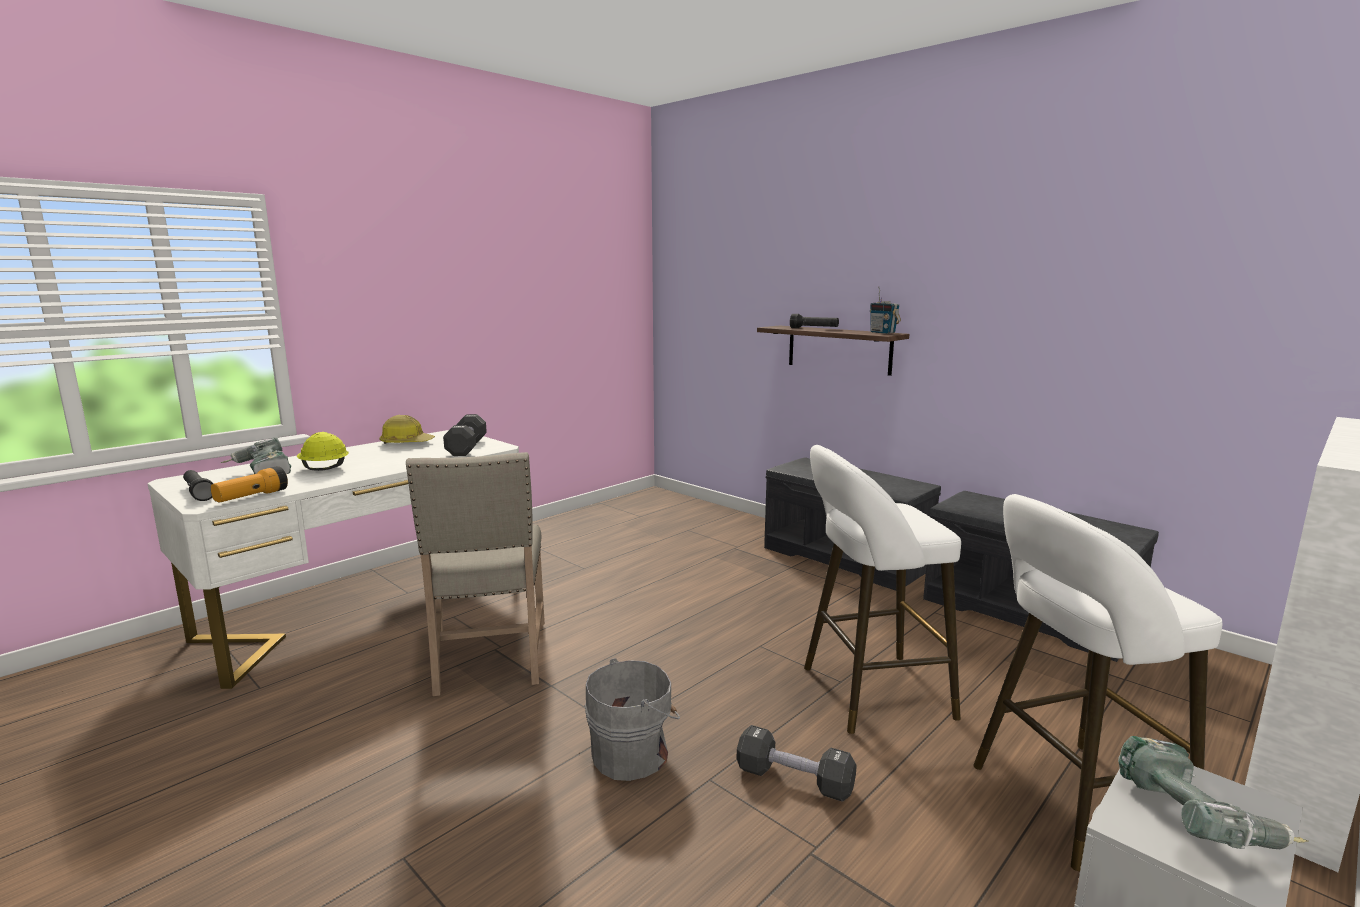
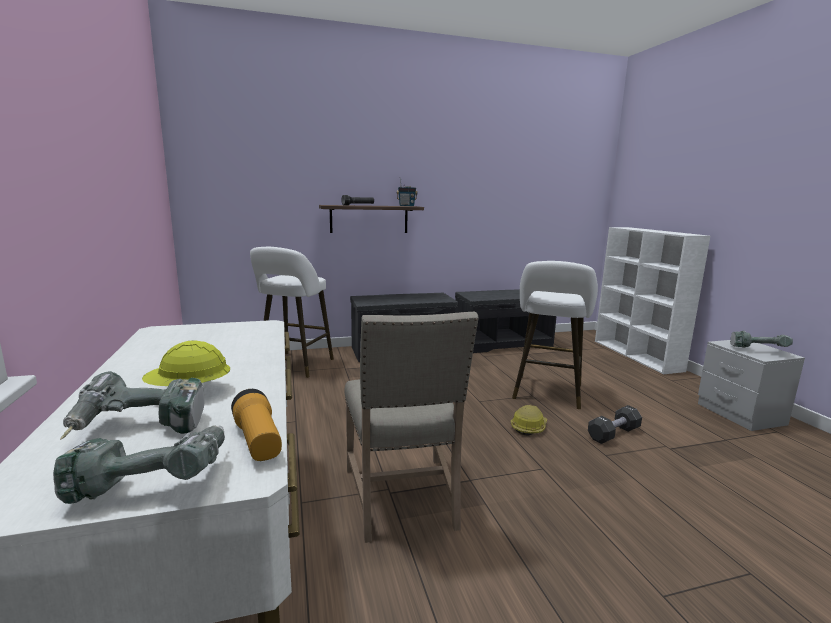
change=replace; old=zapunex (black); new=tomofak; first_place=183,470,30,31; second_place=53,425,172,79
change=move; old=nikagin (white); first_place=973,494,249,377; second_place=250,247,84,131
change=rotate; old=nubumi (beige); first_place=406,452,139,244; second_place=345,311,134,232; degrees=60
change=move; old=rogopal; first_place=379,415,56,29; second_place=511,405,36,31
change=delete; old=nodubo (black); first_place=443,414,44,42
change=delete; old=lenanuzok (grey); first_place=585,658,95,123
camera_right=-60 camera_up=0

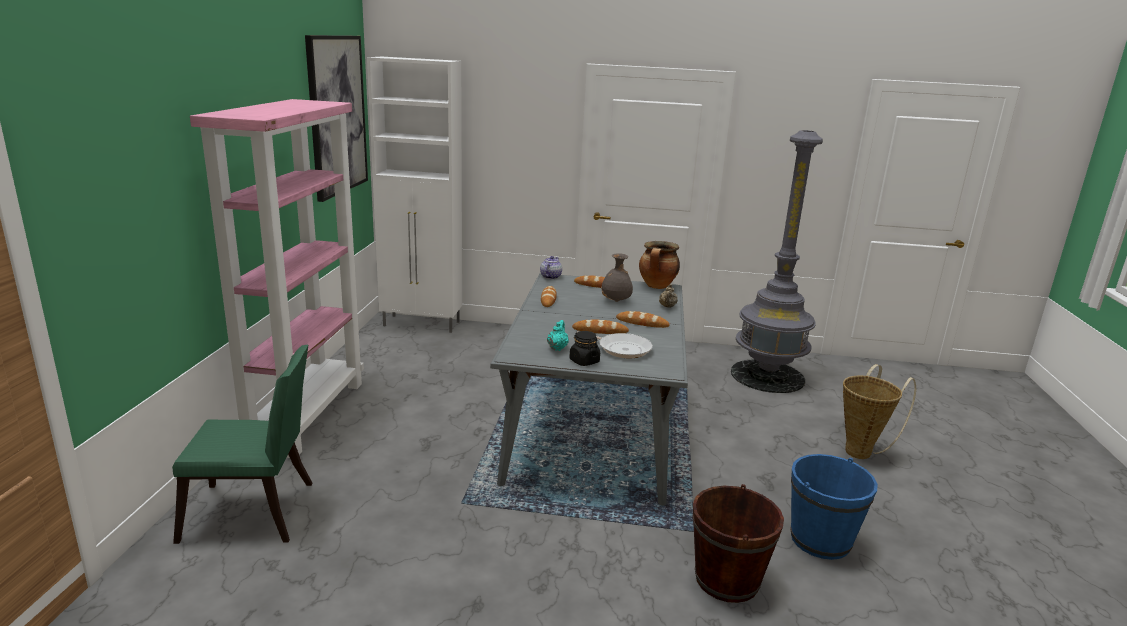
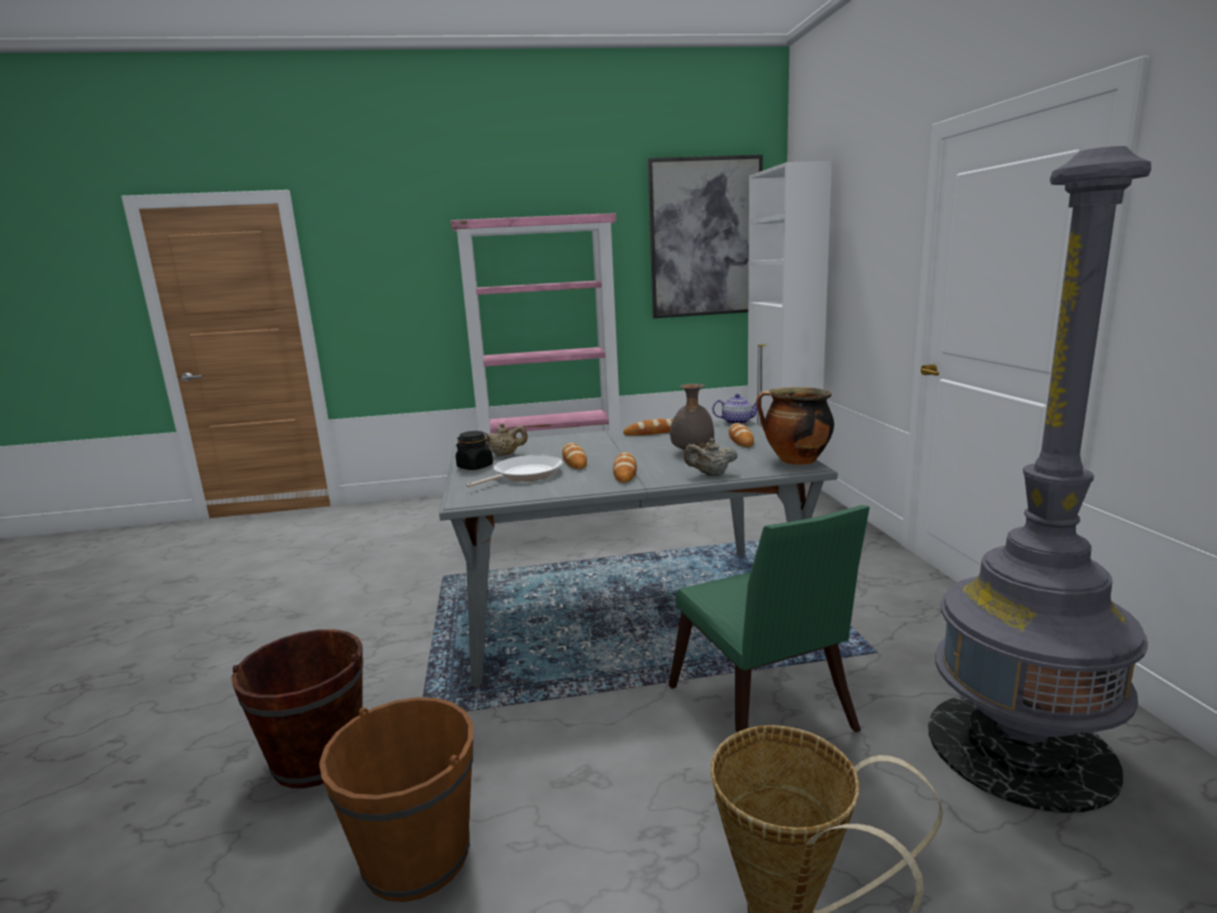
change=recolor; old=lenanuzok (blue); new=lenanuzok (brown); first_place=790,454,88,106; second_place=319,697,154,205
change=rotate; old=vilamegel; first_place=577,331,76,27; second_place=466,455,96,32; degrees=-150
change=recolor; old=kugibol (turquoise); new=kugibol (beige); first_place=547,320,22,31; second_place=485,423,43,33
change=move; old=nubumi (green); first_place=172,345,141,199; second_place=669,505,201,227
camera_right=75 camera_up=-5

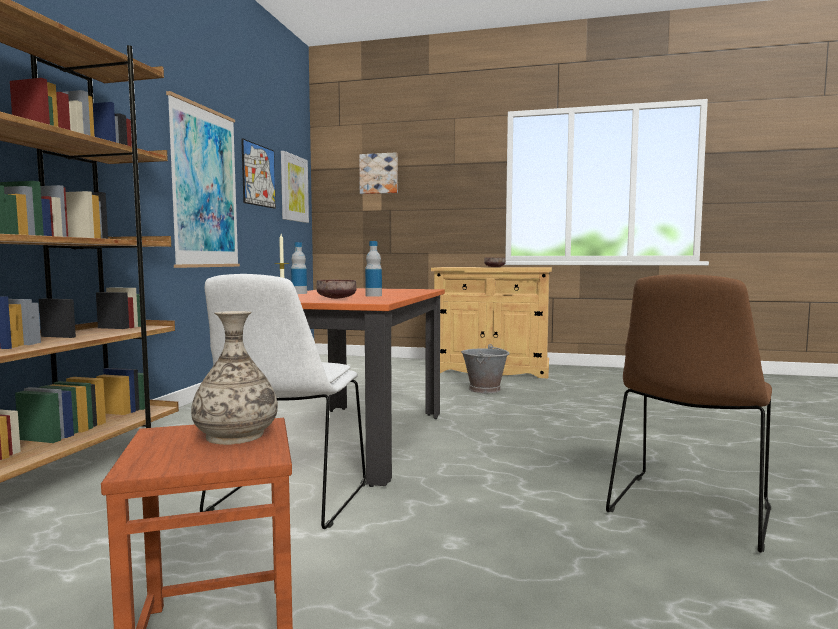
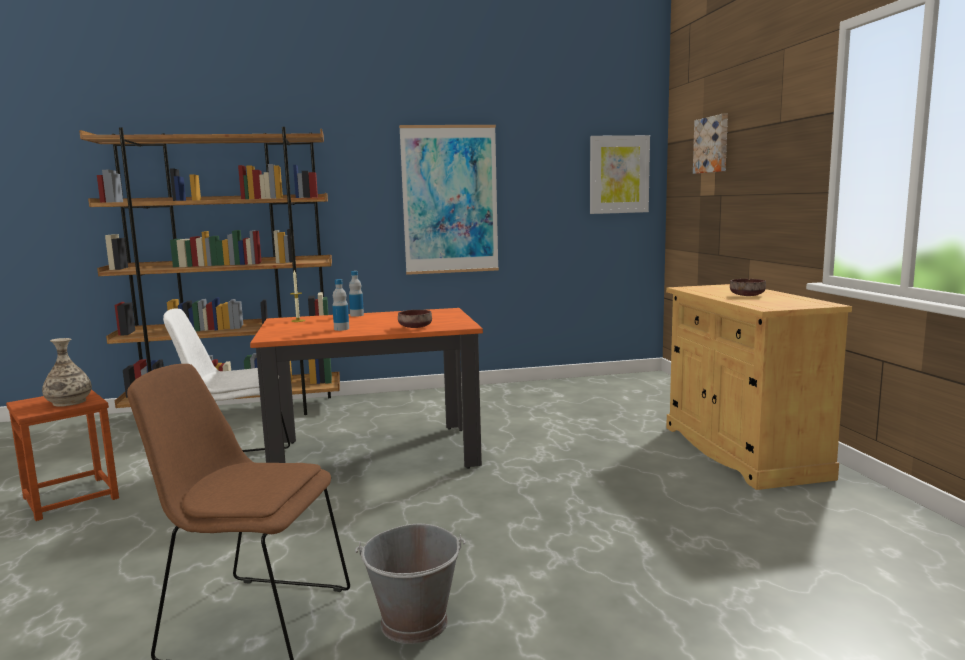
change=move; old=lenanuzok (grey); first_place=461,344,49,49; second_place=355,524,111,120
change=move; old=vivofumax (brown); first_place=316,280,40,19; second_place=398,310,34,18
change=delete; old=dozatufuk; first_place=241,139,35,70
camera_right=65 camera_up=5

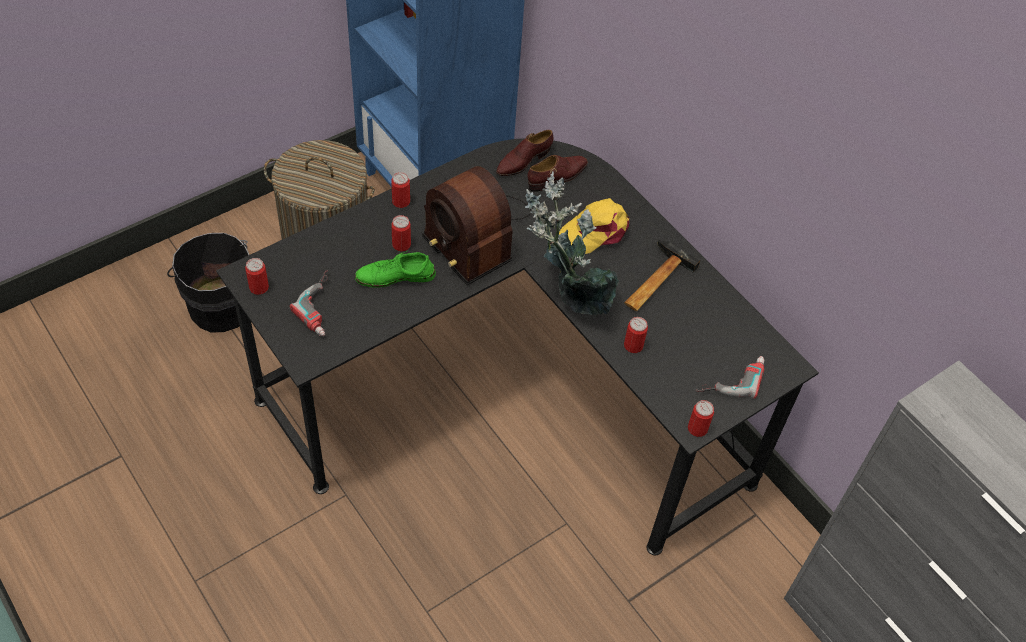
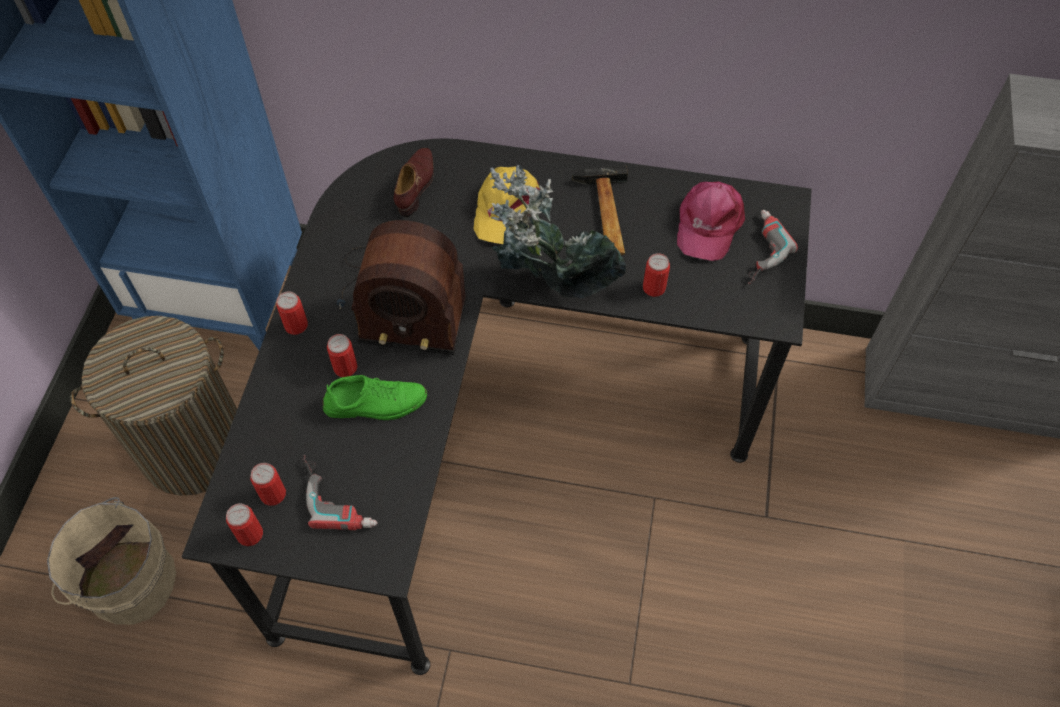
change=recolor; old=lenanuzok (black); new=lenanuzok (beige); first_place=167,233,82,100; second_place=47,497,129,128
change=move; old=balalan; first_place=688,400,26,37; second_place=250,463,36,43
change=rotate; old=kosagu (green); first_place=355,251,81,37; second_place=322,375,105,45; degrees=-135
change=insert; new=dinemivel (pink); second_place=677,182,68,79
change=delete; old=kosagu (brown); first_place=496,130,57,46
camera_right=-40 camera_up=5

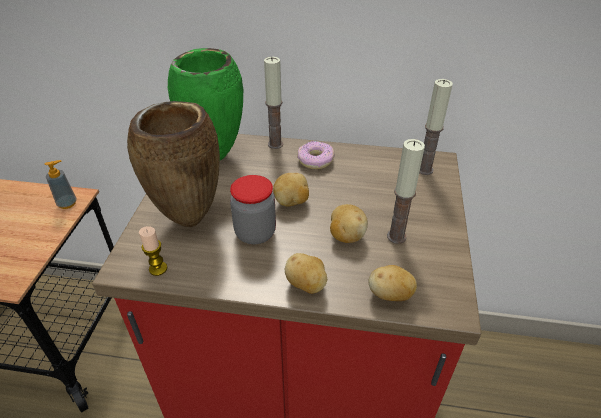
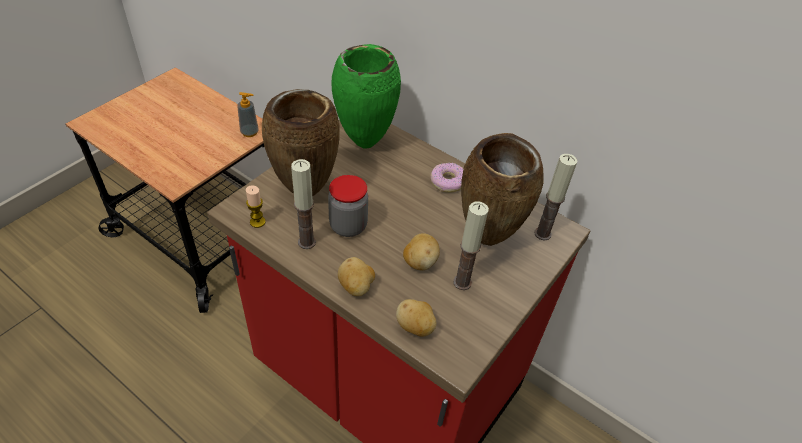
change=move; old=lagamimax; first_place=264,57,19,92; second_place=291,159,25,90
change=insert; new=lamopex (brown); second_place=461,133,83,113
change=delete; old=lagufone; first_place=273,173,36,34
camera_right=25 camera_up=5

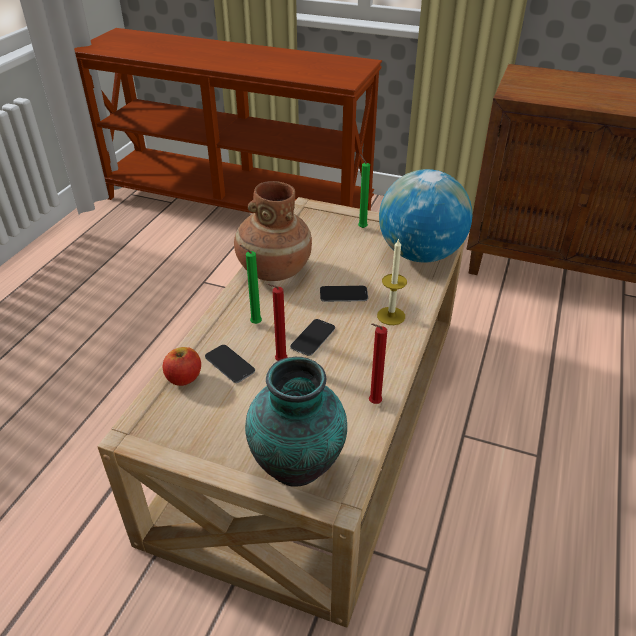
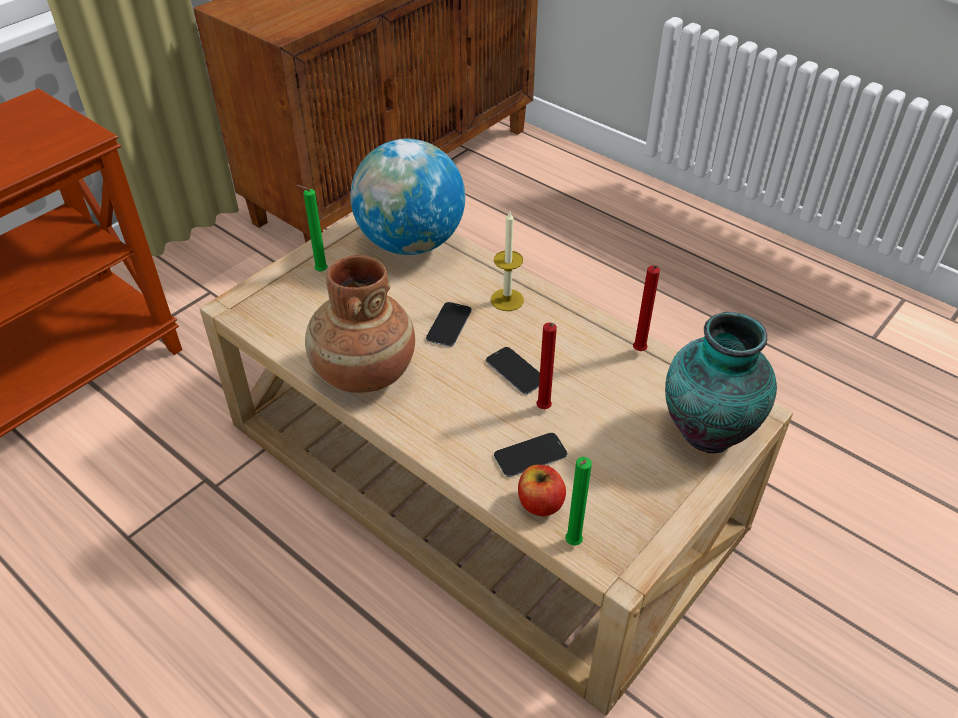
change=move; old=lagamimax (green); first_place=239,245,23,79; second_place=565,457,27,89
camera_right=-70 camera_up=5

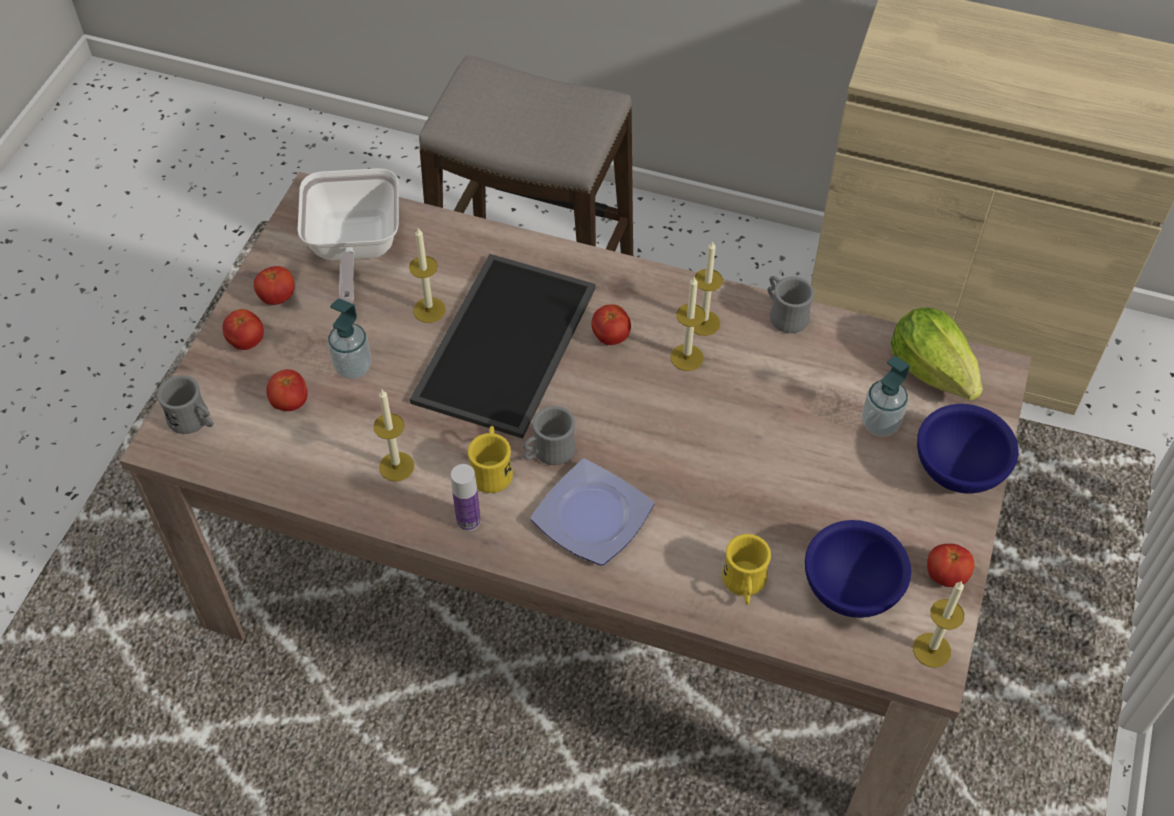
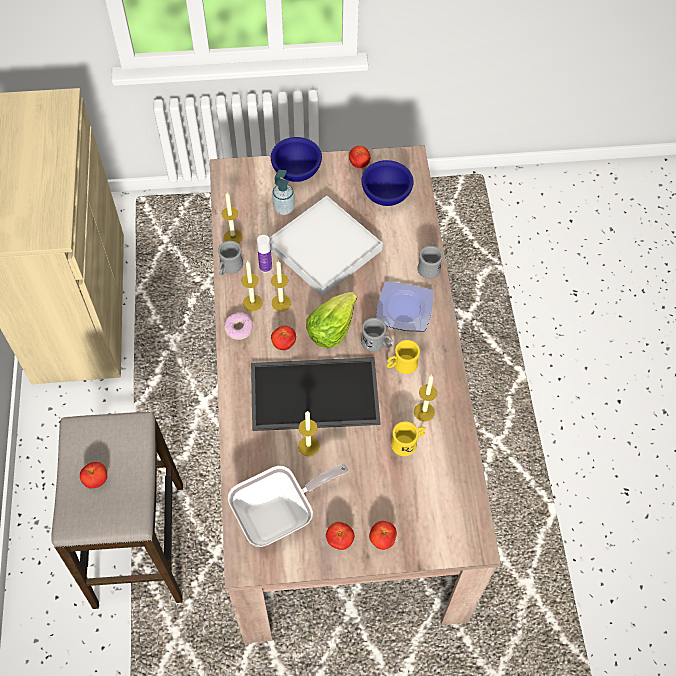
change=move; old=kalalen; first_place=266,369,42,42; second_place=80,462,27,26
change=move; old=lagamimax; first_place=913,581,51,87; second_place=222,193,21,50
change=insert; new=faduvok; second_place=224,313,29,27
change=move; old=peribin; first_place=451,464,30,67; second_place=257,235,15,38
change=insert; new=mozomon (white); second_place=270,196,113,101
change=move; old=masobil; first_place=891,308,92,93; second_place=306,292,51,57
change=move; old=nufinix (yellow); first_place=722,534,49,70; second_place=391,422,35,34
change=move; old=nufinix (grey); first_place=157,375,57,59; second_place=417,242,26,37
change=delete; old=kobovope; first_place=328,299,44,80
camera_right=-115 camera_up=5

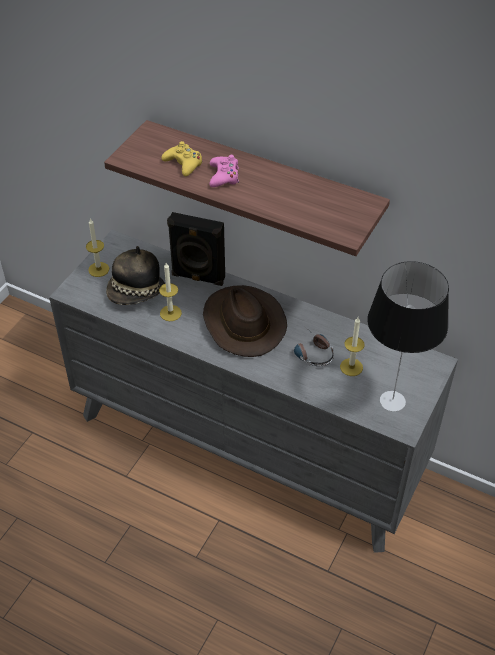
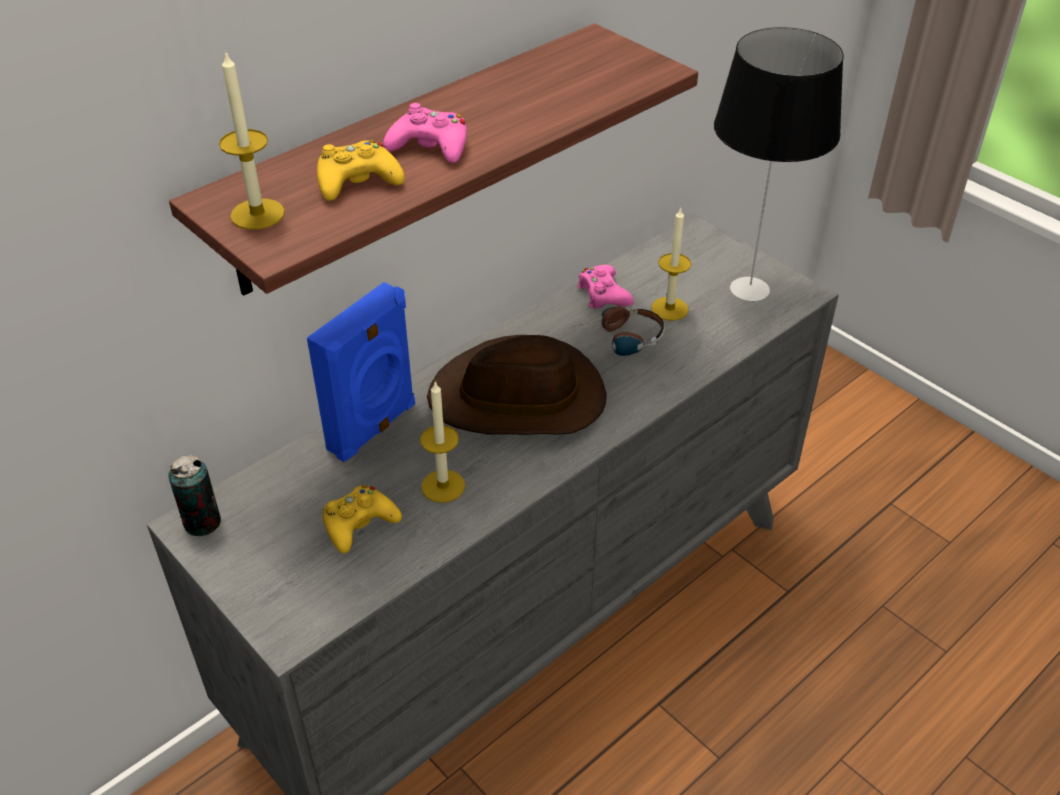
change=insert; new=balalan; second_place=168,455,53,81
change=move; old=lagamimax; first_place=86,219,23,58; second_place=219,50,66,180
change=recolor; old=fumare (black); new=fumare (blue); first_place=167,212,58,74; second_place=307,282,108,180
change=replace; old=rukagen; new=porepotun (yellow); first_place=106,246,59,59; second_place=323,485,79,69
change=insert; new=porepotun (pink); second_place=577,265,57,44
camera_right=-70 camera_up=-5

